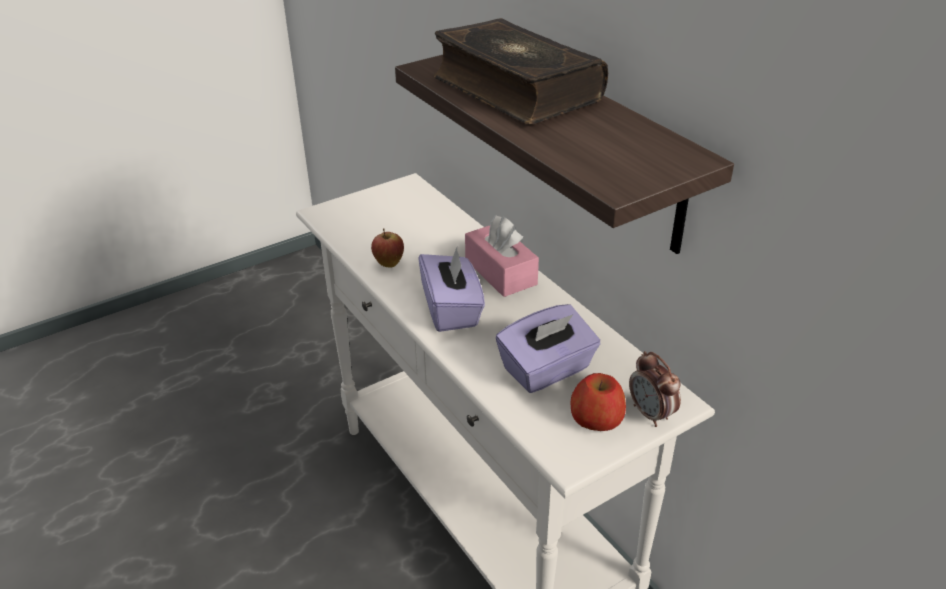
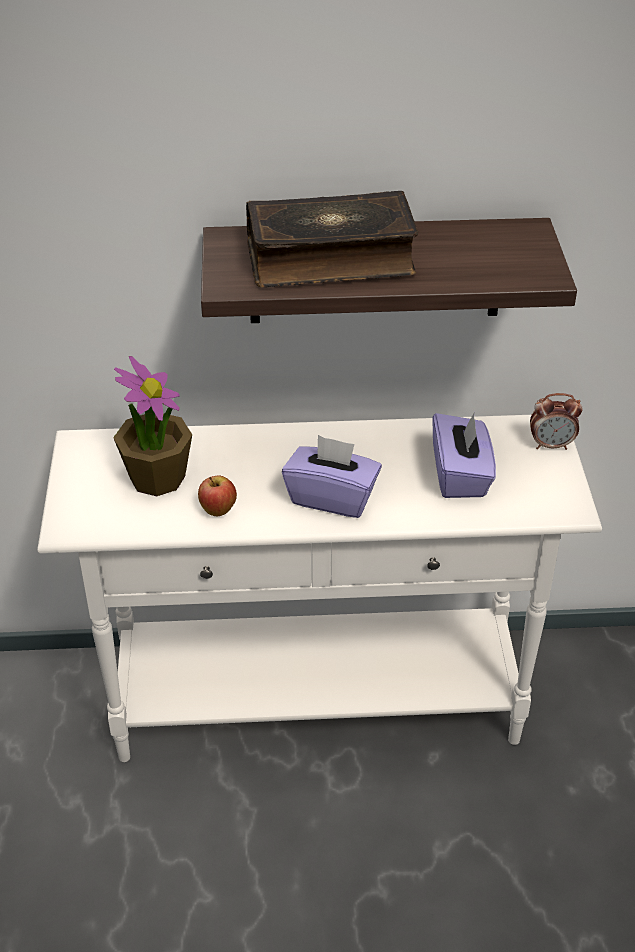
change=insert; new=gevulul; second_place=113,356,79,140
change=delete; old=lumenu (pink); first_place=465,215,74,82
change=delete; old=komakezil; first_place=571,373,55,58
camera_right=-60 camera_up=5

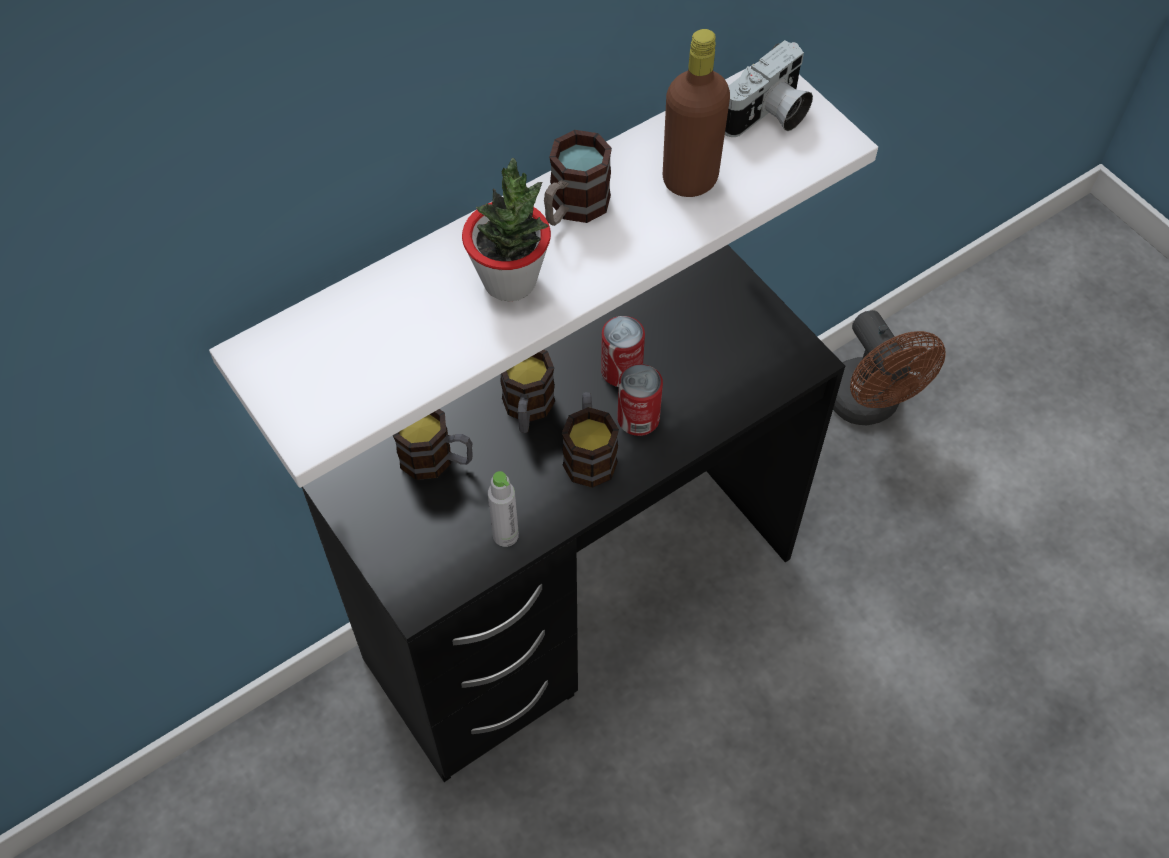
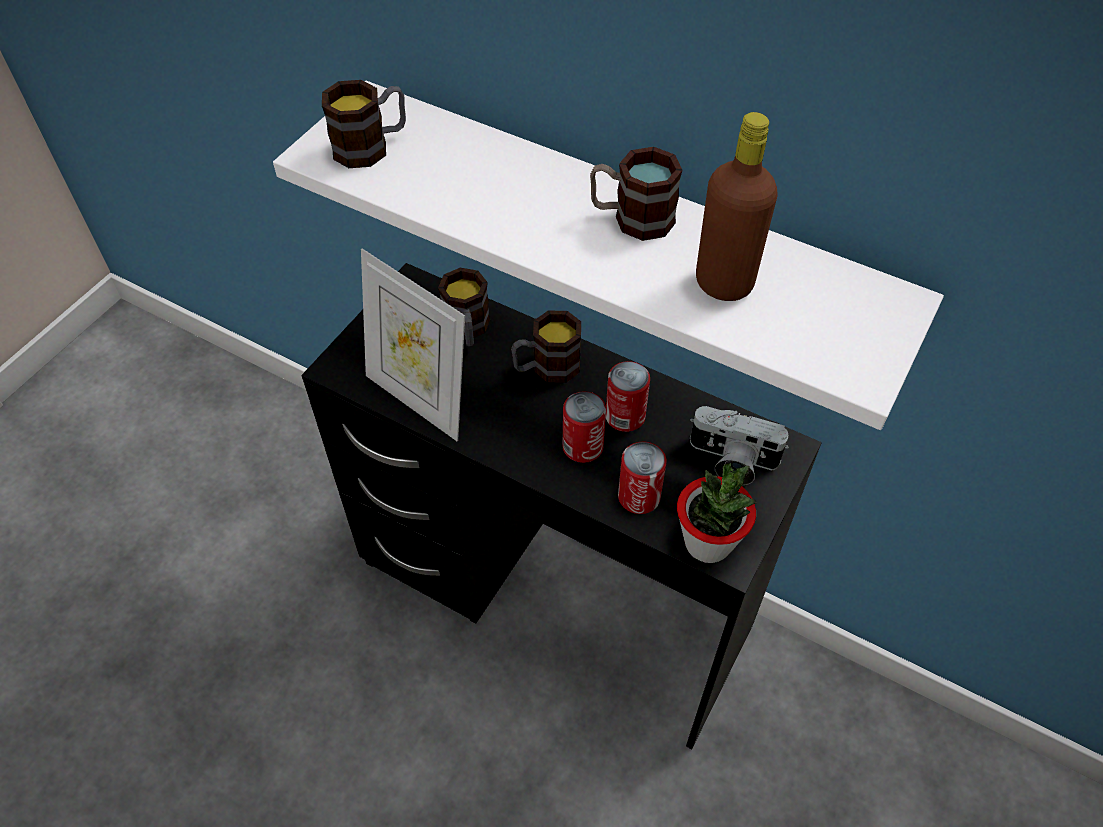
change=move; old=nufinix; first_place=562,392,57,96; second_place=322,80,84,88
change=replace; old=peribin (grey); new=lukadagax; first_place=488,471,31,76; second_place=361,249,104,192
change=insert; new=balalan; second_place=618,442,49,72
change=move; old=gevulul; first_place=462,158,89,143; second_place=677,463,80,100
change=move; old=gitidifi; first_place=725,40,88,97; second_place=690,406,99,79
change=delete; old=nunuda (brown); first_place=833,310,113,115
camera_right=65 camera_up=-5

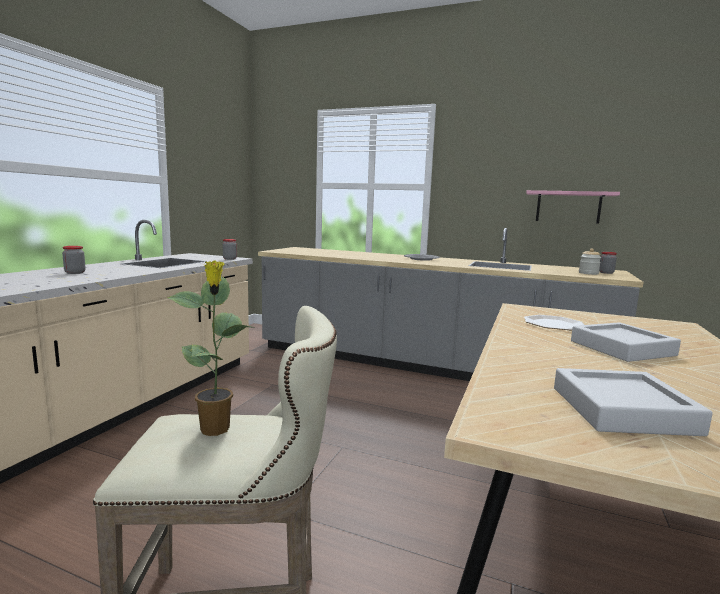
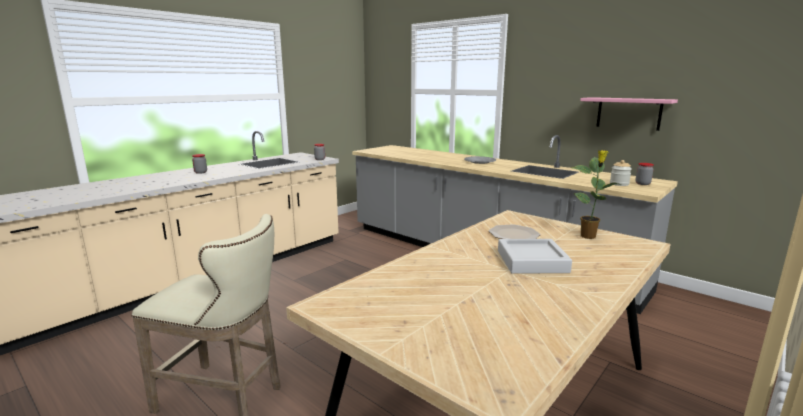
change=move; old=gevulul; first_place=167,260,85,176; second_place=572,150,50,89
change=delete; old=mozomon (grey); first_place=554,368,159,68
camera_right=20 camera_up=5

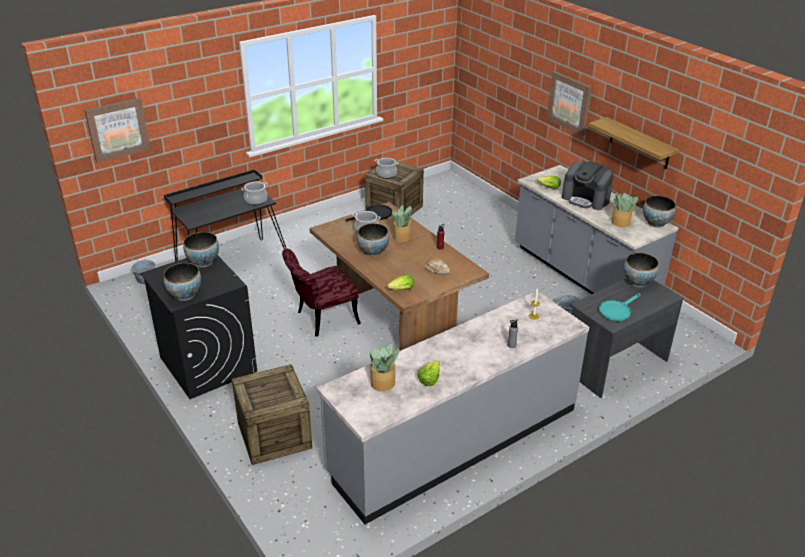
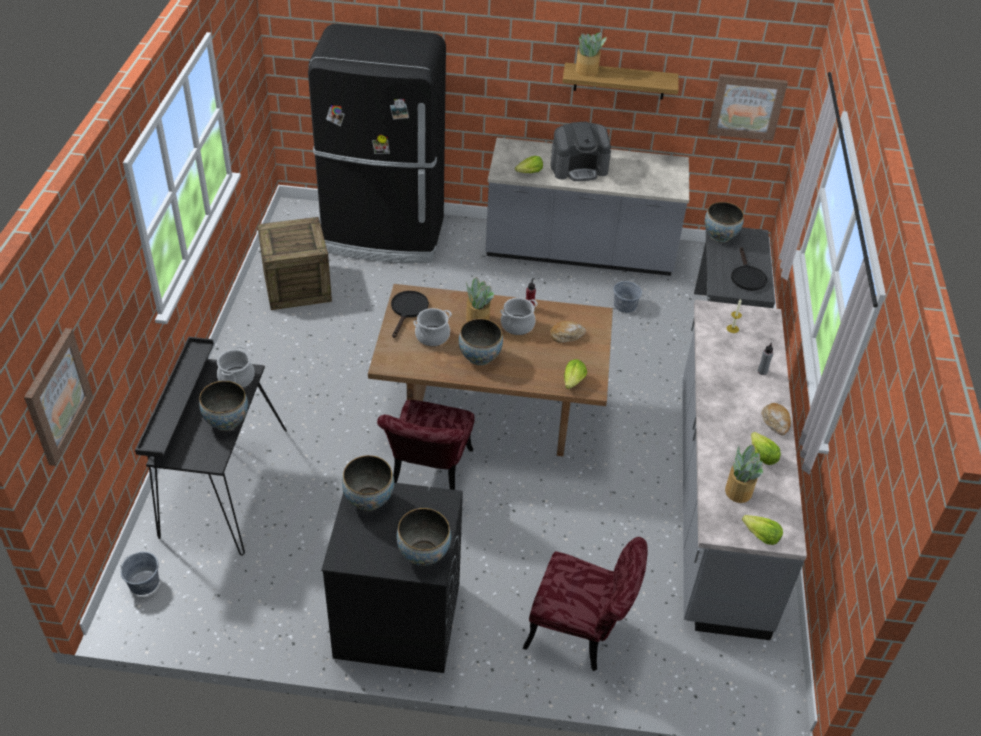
change=move; old=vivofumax; first_place=643,195,33,33; second_place=199,381,49,50
change=insert; new=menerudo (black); second_place=308,24,138,239
change=move; old=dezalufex; first_place=375,158,23,21; second_place=500,298,38,37
change=replace; old=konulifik; new=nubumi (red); first_place=232,364,80,101; second_place=523,537,125,134
change=move; old=gevulul; first_place=611,193,27,34; second_place=576,32,31,44
change=move; old=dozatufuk; first_place=547,71,45,65; second_place=708,74,80,67
change=recolor; old=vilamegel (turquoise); new=vilamegel (black); first_place=599,293,41,28; second_place=731,247,36,44
change=insert; new=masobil; second_place=742,515,41,30
change=insert; new=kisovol; second_place=761,403,30,32
camera_right=-50 camera_up=10

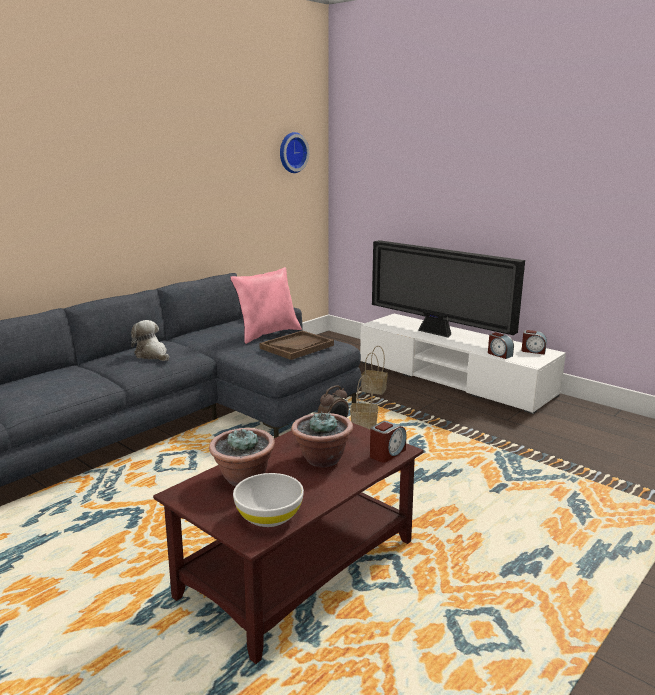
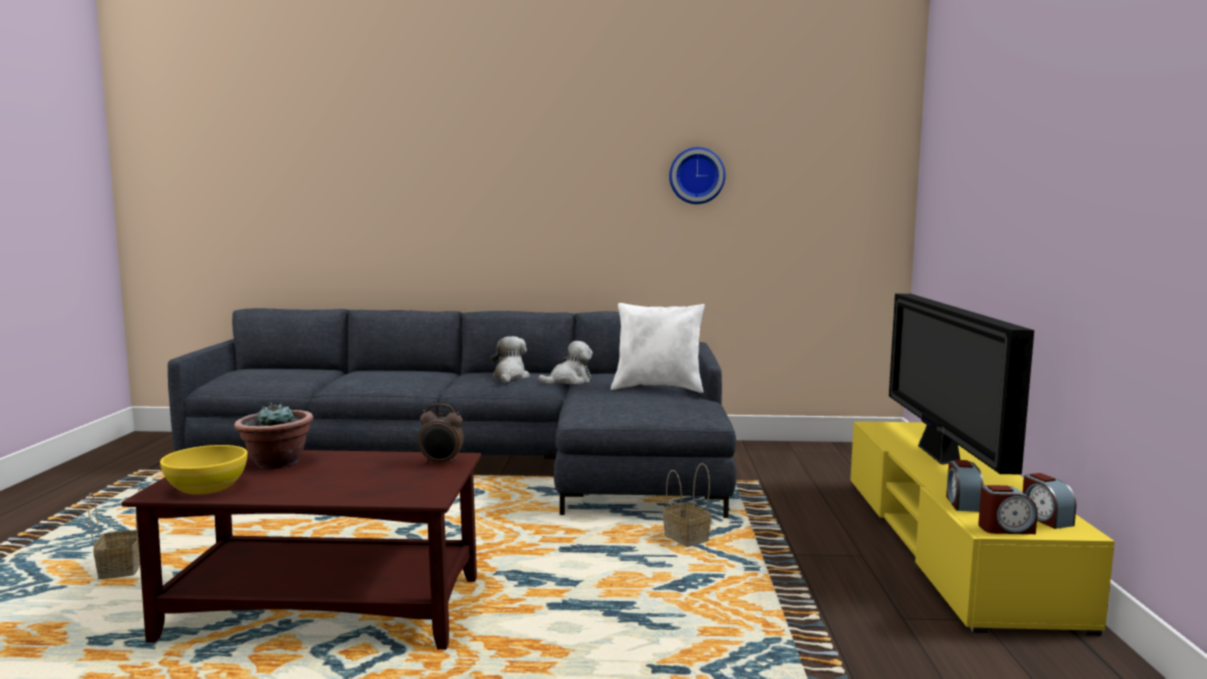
change=move; old=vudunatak; first_place=361,346,27,49; second_place=88,488,53,91
change=recolor; old=vivofumax (white); new=vivofumax (yellow); first_place=233,473,71,54; second_place=160,445,88,50
change=insert; new=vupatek; second_place=538,341,55,43
change=recolor; old=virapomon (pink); new=virapomon (white); first_place=230,267,72,77; second_place=611,303,94,90
change=move; old=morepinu; first_place=280,132,29,41; second_place=669,147,57,57
change=recolor; old=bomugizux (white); new=bomugizux (yellow); first_place=360,313,206,101; second_place=851,421,264,215
change=move; old=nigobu; first_place=370,421,36,41; second_place=978,485,60,49
change=delete; old=mozomon (brown); first_place=259,330,75,30
change=delete; old=gevulul; first_place=291,411,62,56
camera_right=50 camera_up=-10

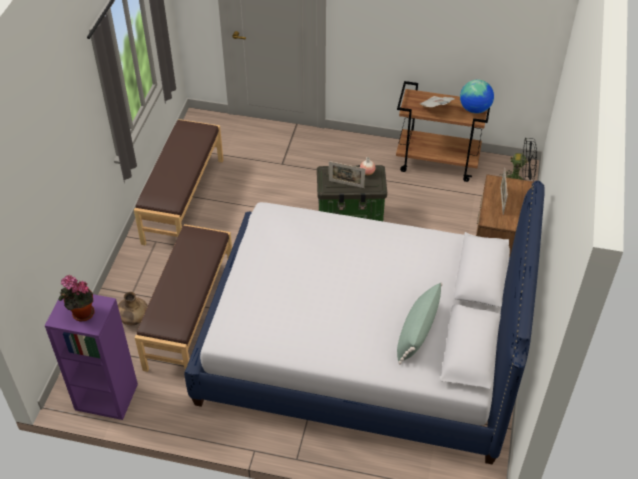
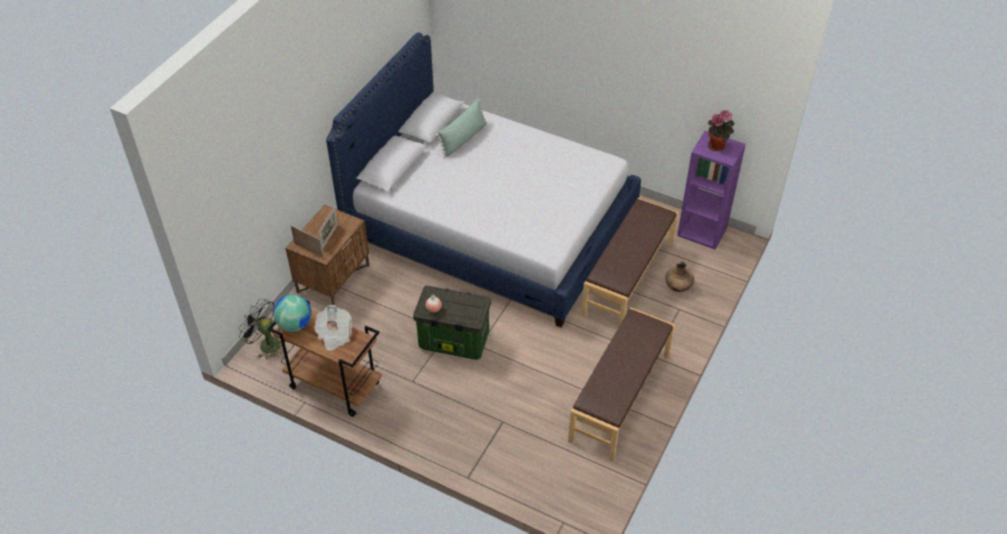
change=move; old=lukadagax; first_place=329,161,36,27; second_place=290,225,33,32
camera_right=-165 camera_up=0

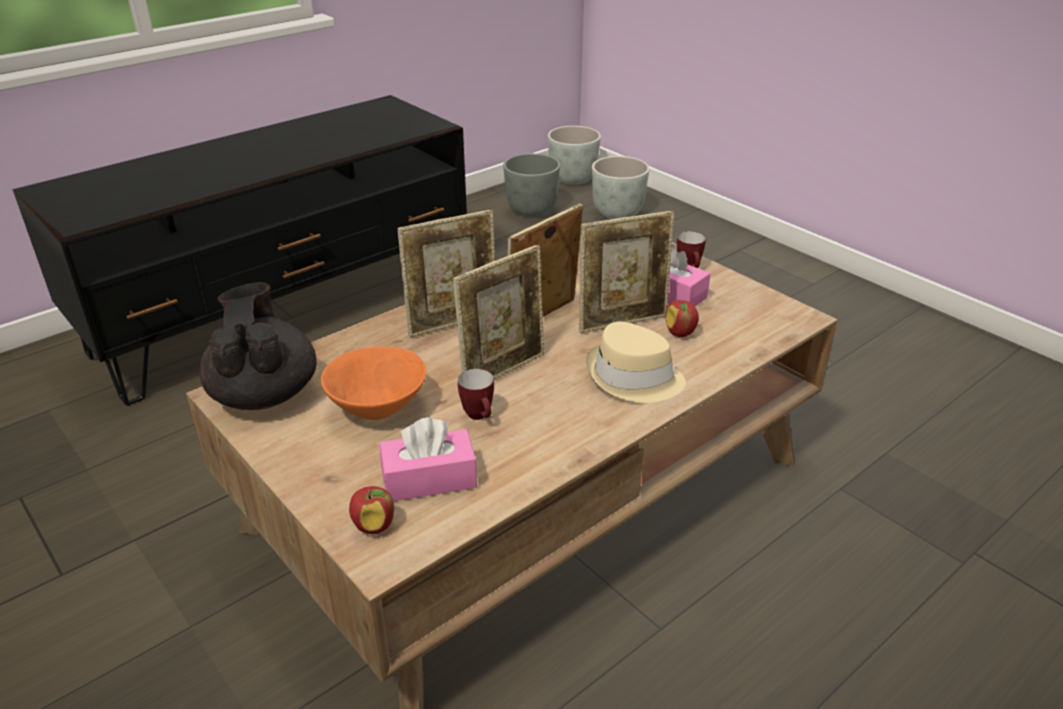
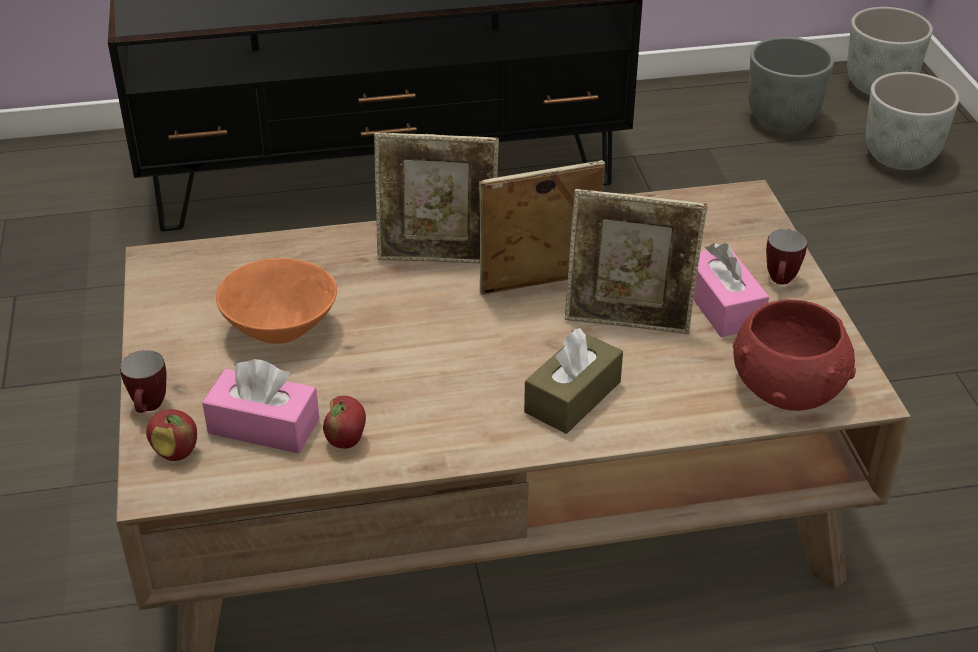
change=move; old=nufinix; first_place=458,369,36,51; second_place=120,350,46,63
change=move; old=komakezil; first_place=666,300,33,37; second_place=323,396,43,53
change=replace; old=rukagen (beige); new=lumenu (brown); first_place=586,322,100,81; second_place=524,328,99,106
change=insert; new=vivofumax (red); second_place=733,300,123,111
change=delete; old=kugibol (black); first_place=200,282,117,128
change=delete; old=lukadagax; first_place=453,245,91,134
camera_right=30 camera_up=5

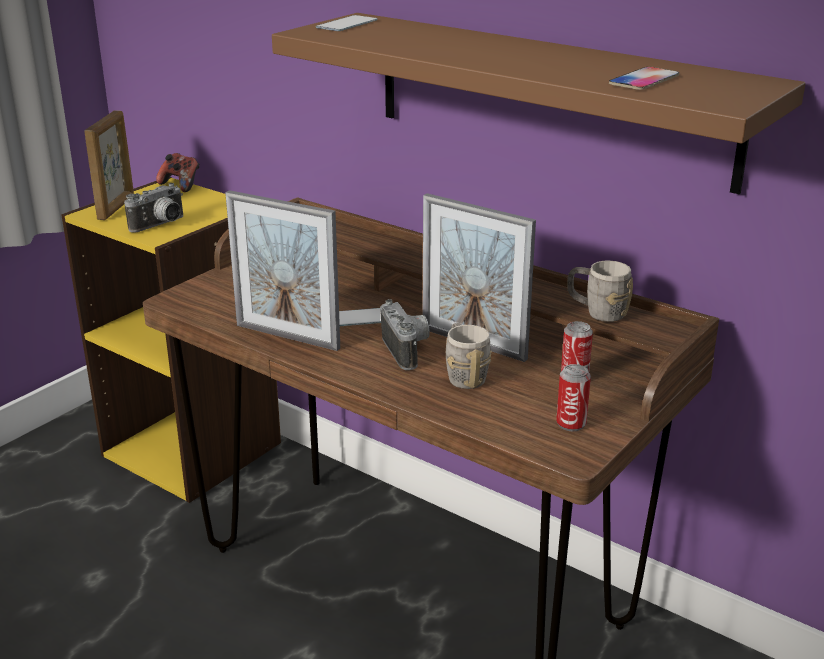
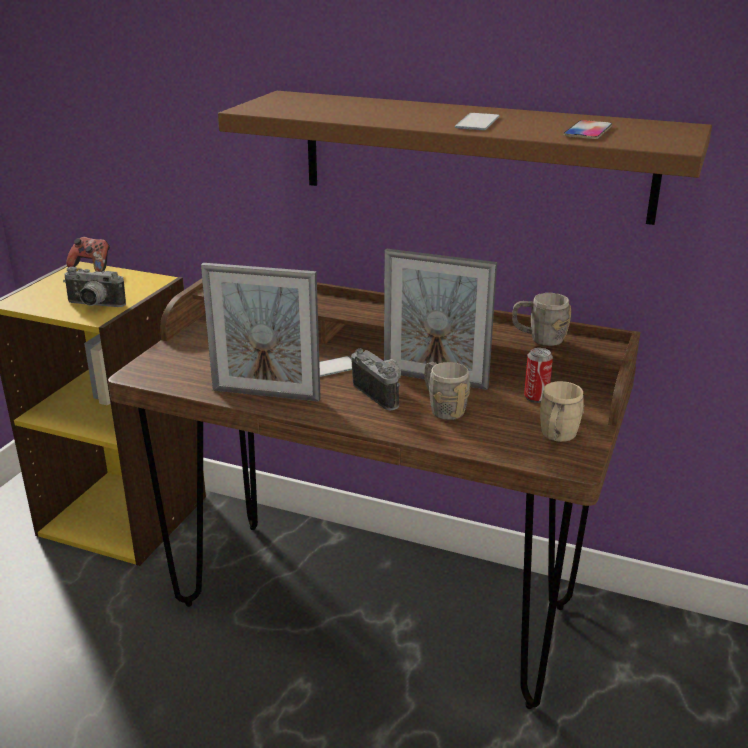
change=rotate; old=gitidifi; first_place=124,183,59,50; second_place=63,267,63,40; degrees=75
change=move; old=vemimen; first_place=316,15,61,16; second_place=455,113,44,17
change=replace; old=balalan; new=nufinix (beige); first_place=556,364,35,67; second_place=540,381,44,61
change=delete; old=lukadagax; first_place=84,111,50,109
camera_right=-15 camera_up=0

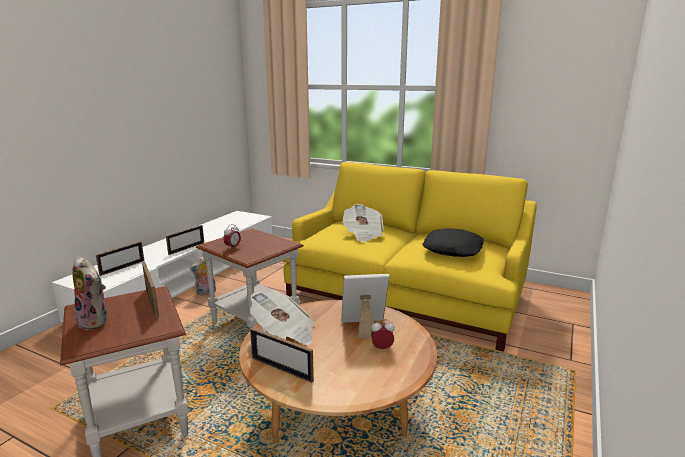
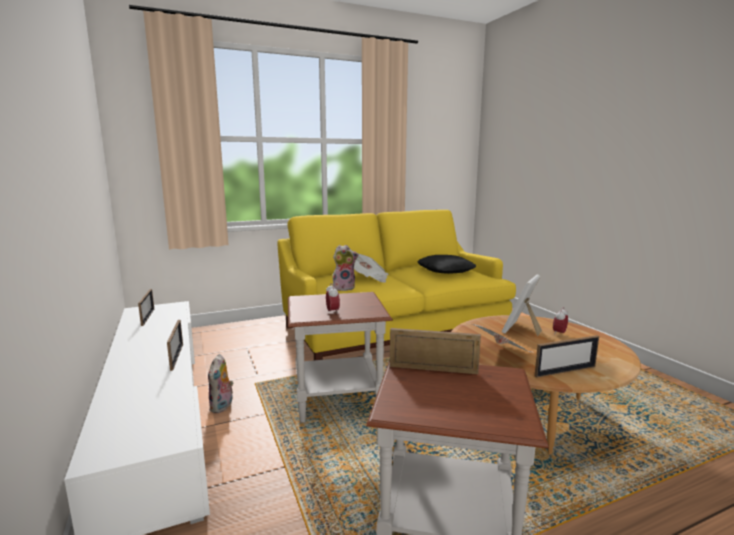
change=move; old=lukadagax; first_place=96,241,48,35; second_place=138,289,16,37
change=move; old=vupatek; first_place=72,256,35,74; second_place=332,245,27,46
camera_right=-50 camera_up=-5

